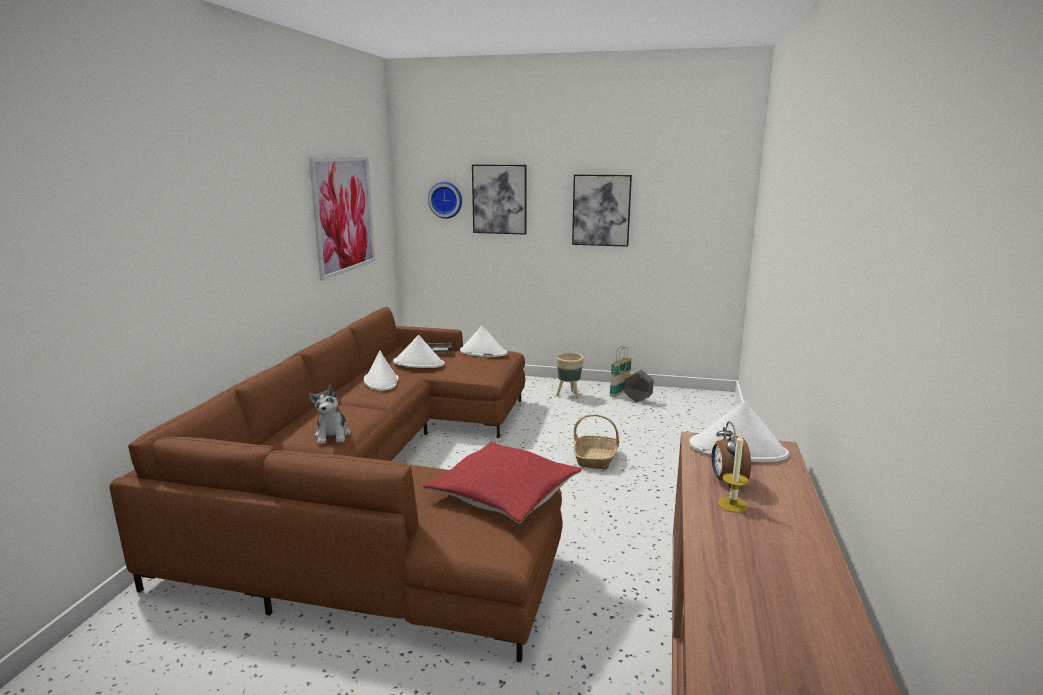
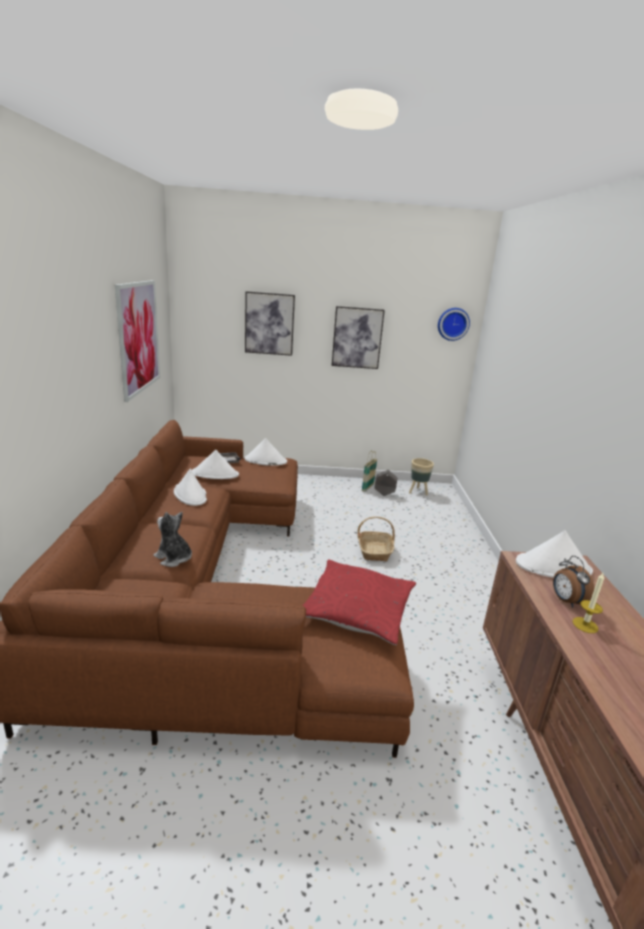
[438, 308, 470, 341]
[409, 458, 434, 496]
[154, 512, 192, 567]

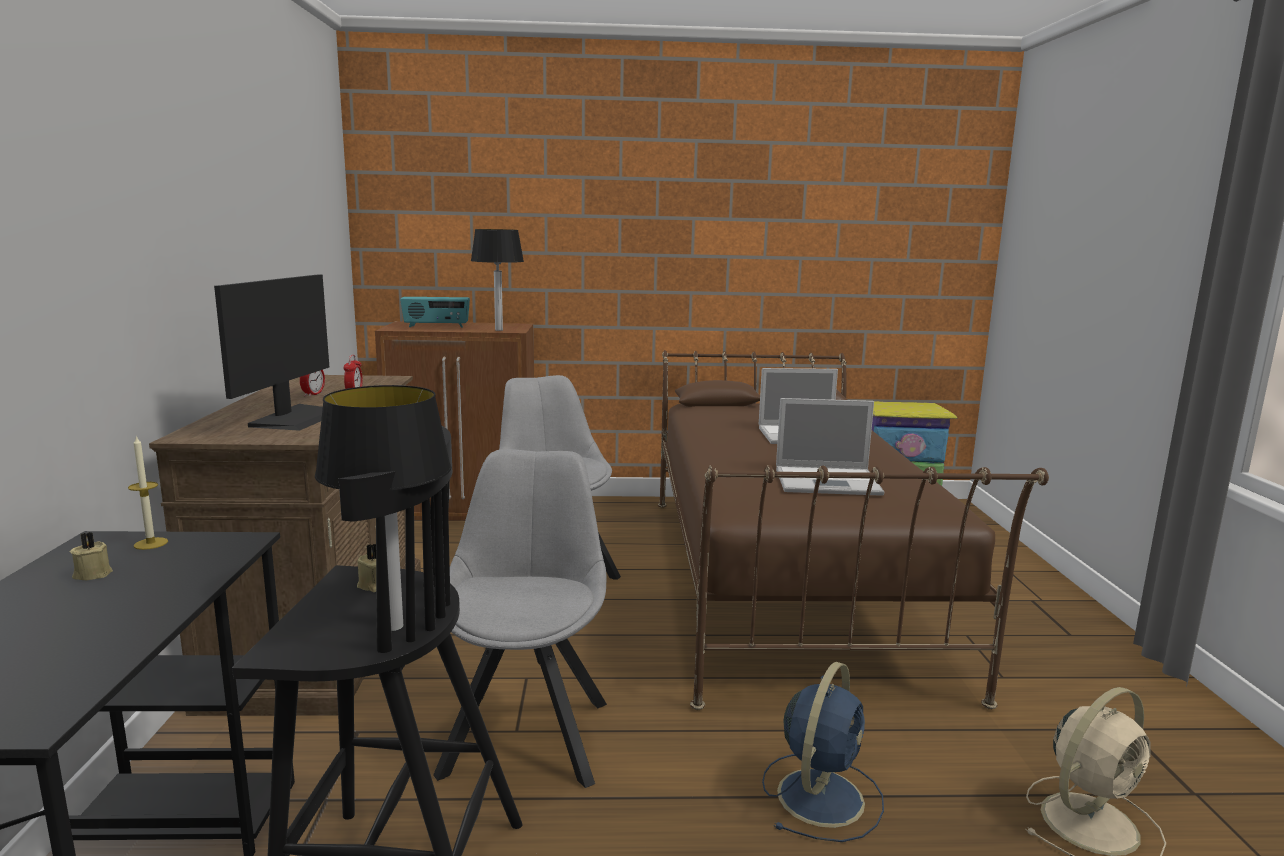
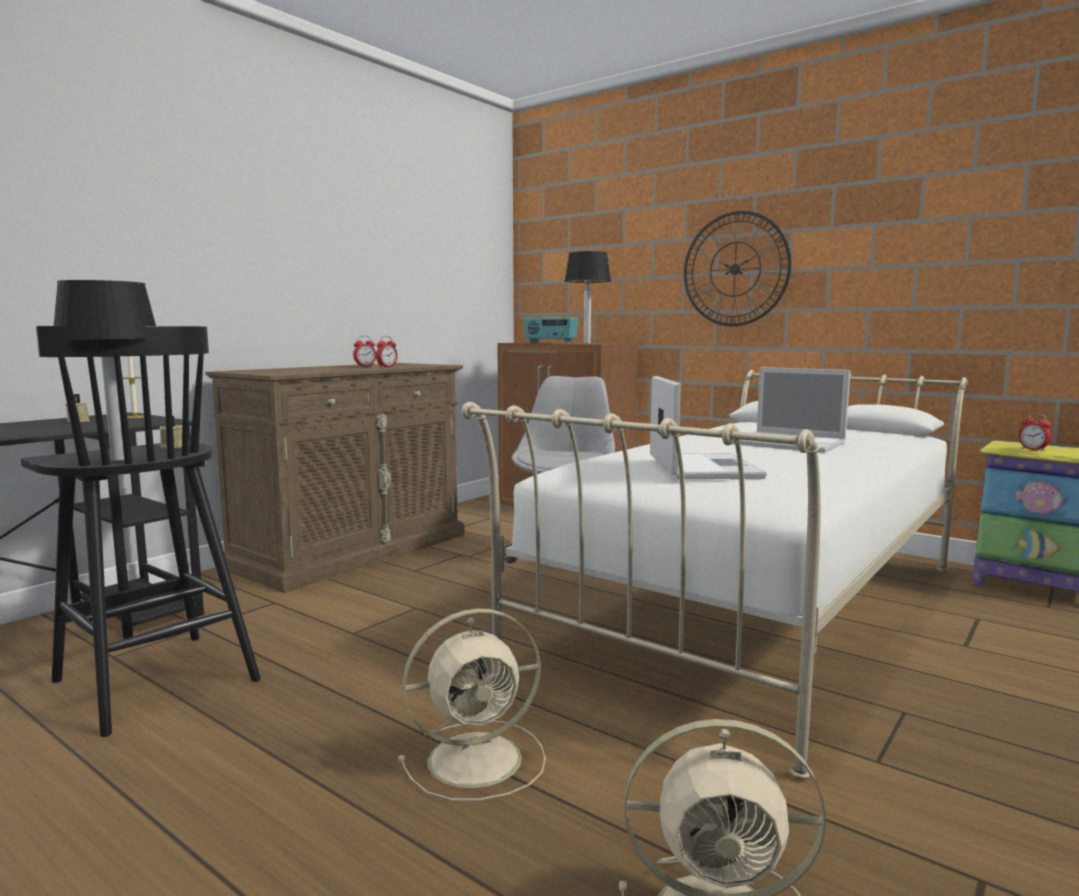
[214, 274, 329, 431] (first image)
[433, 449, 607, 788] (first image)
[684, 211, 791, 326]
[1019, 413, 1051, 451]
[462, 370, 968, 780]
[398, 608, 546, 801]
[650, 376, 767, 479]

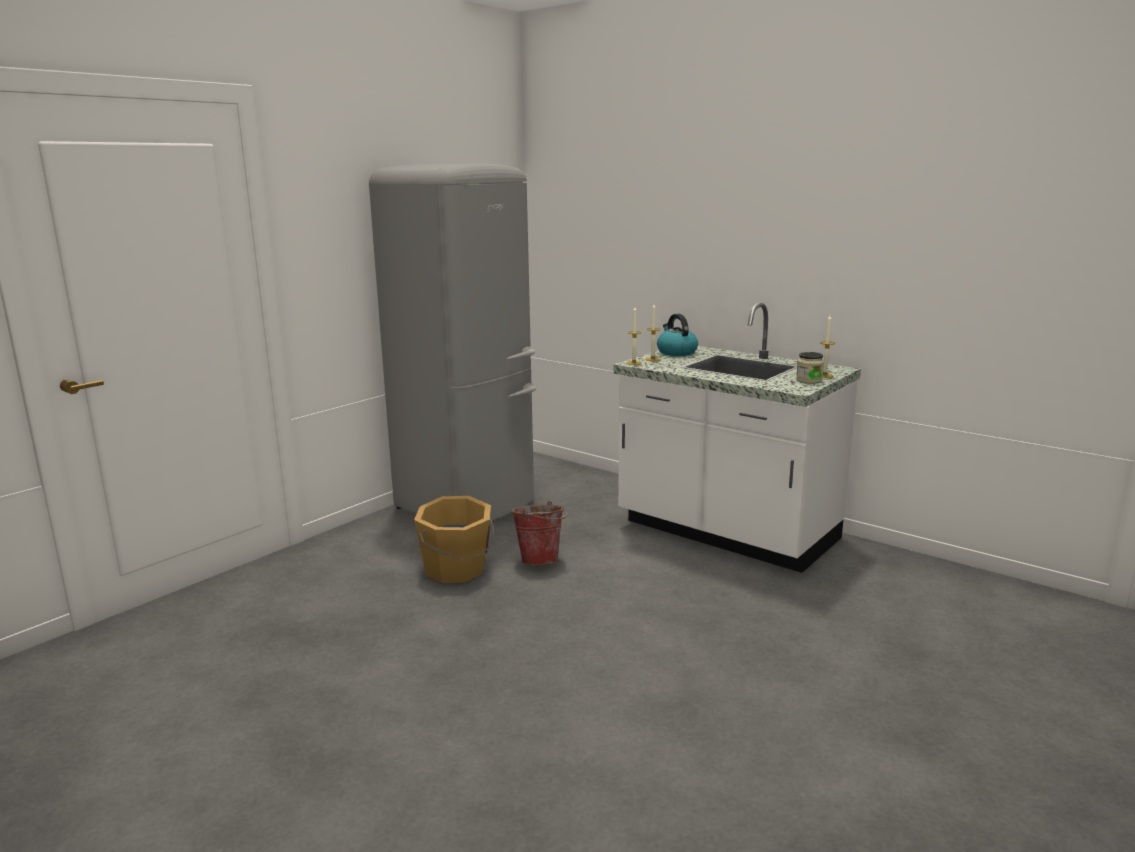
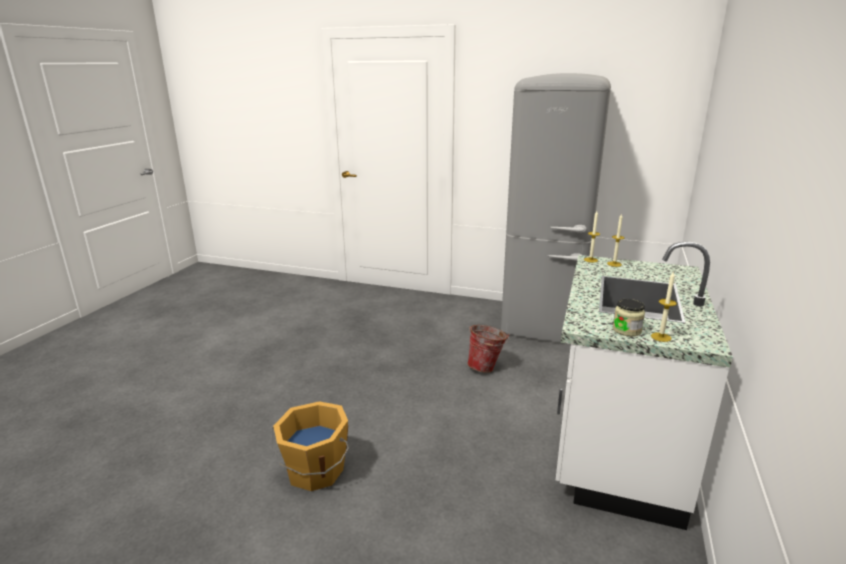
[657, 314, 698, 356] (first image)
[272, 401, 349, 491]

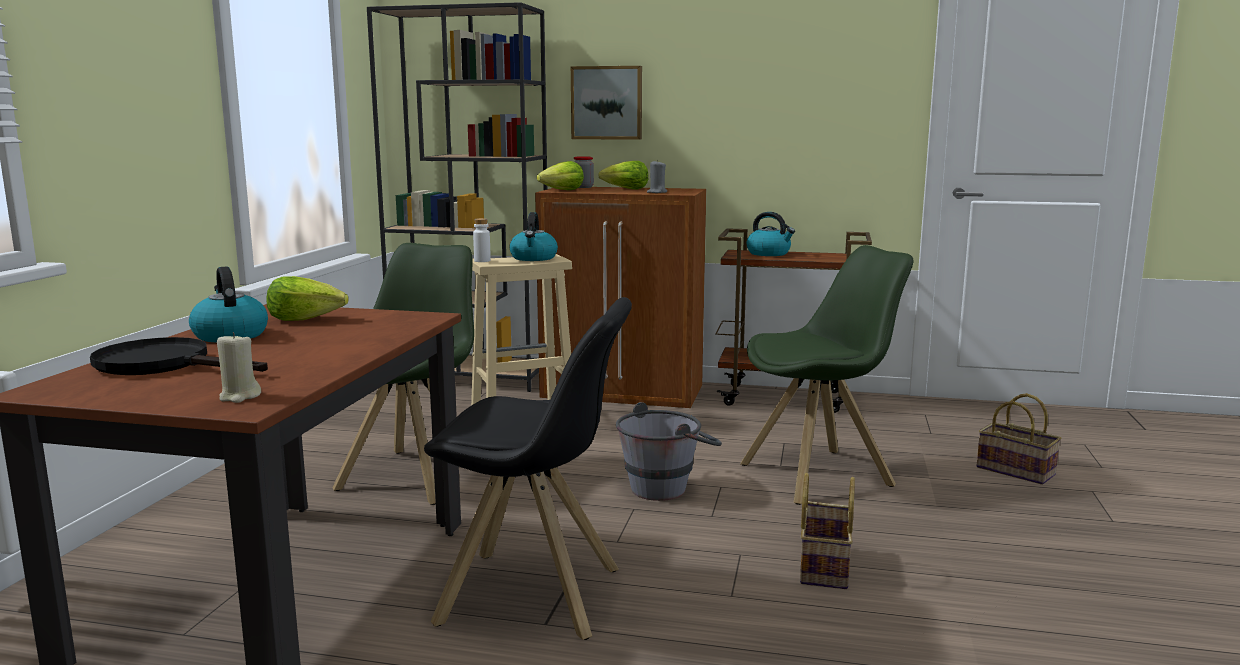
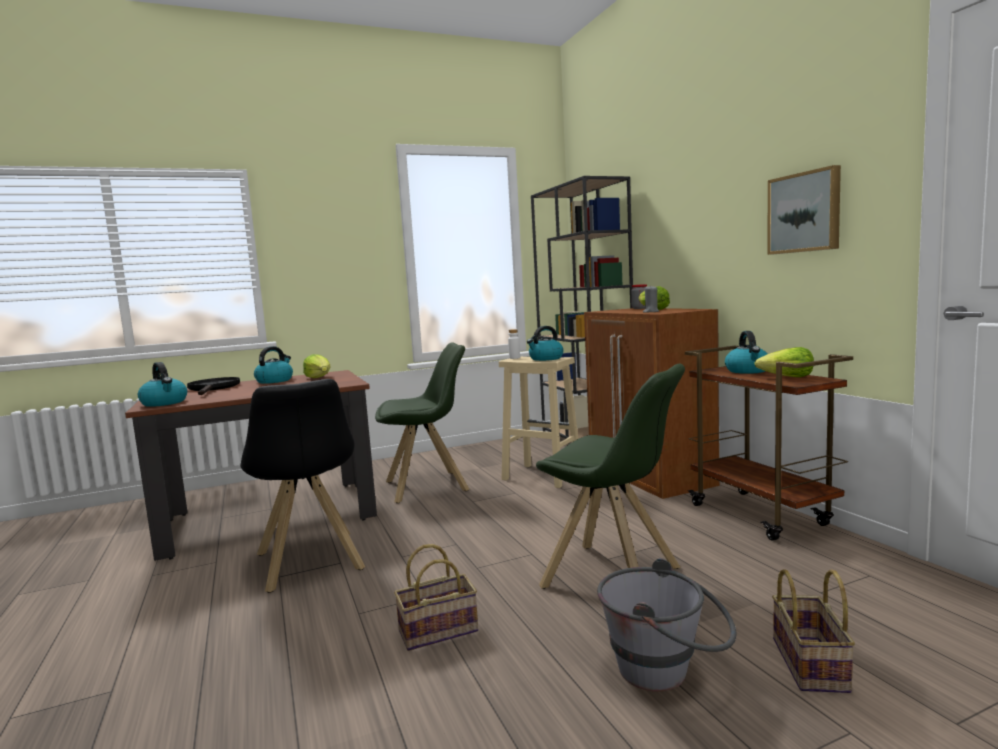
[754, 347, 814, 377]
[767, 165, 841, 255]
[597, 558, 737, 691]
[138, 362, 187, 407]

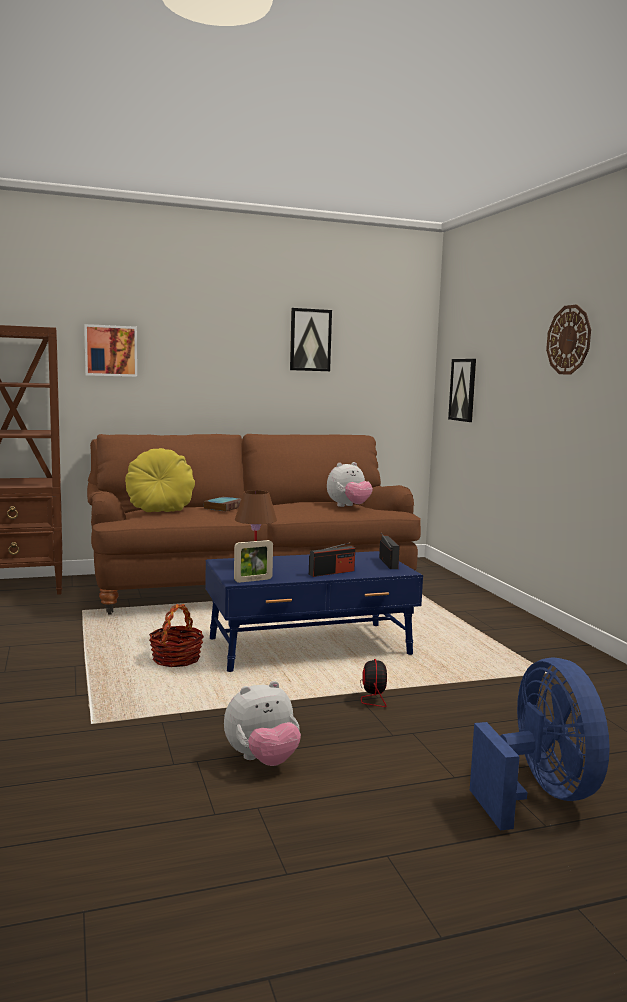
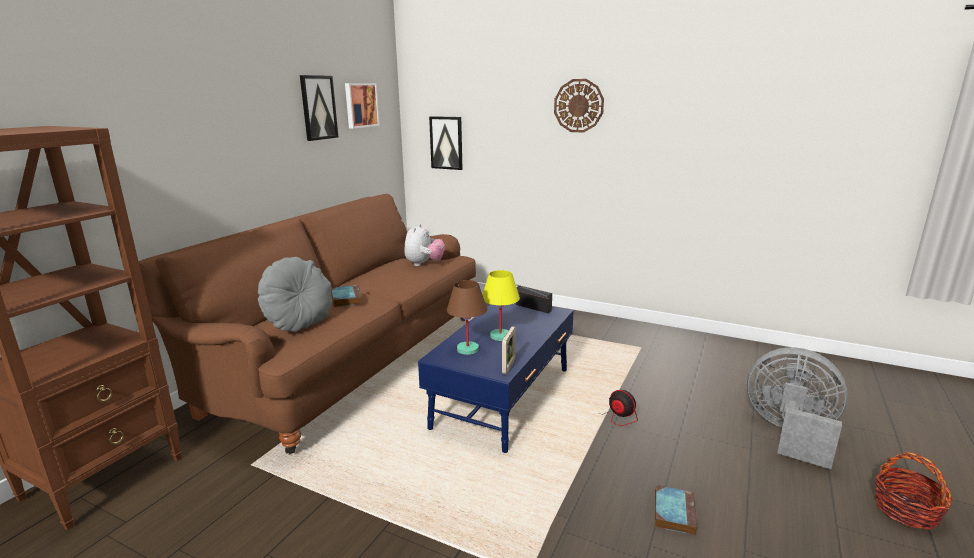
[309, 542, 355, 577] (first image)
[482, 270, 520, 341]
[345, 83, 380, 129]
[875, 452, 953, 530]
[655, 485, 697, 536]
[258, 257, 332, 332]
[747, 347, 848, 469]

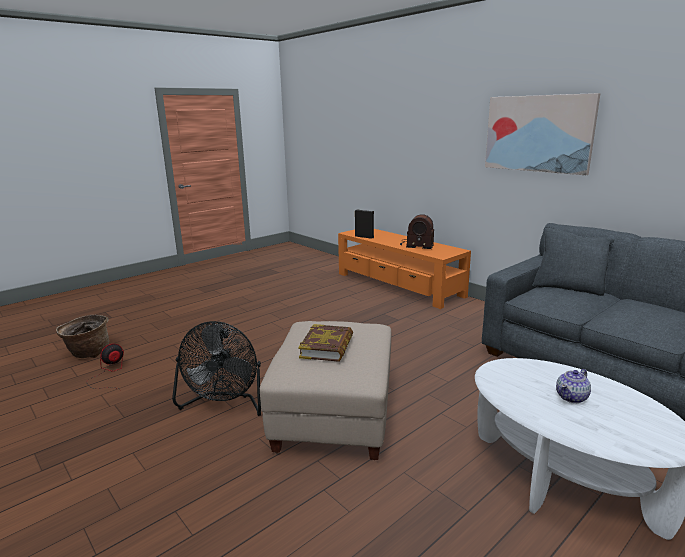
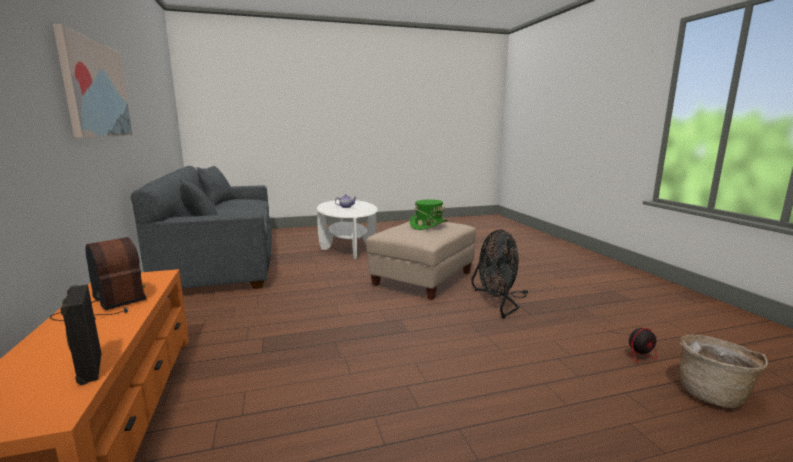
[410, 199, 448, 230]
[471, 229, 528, 318]

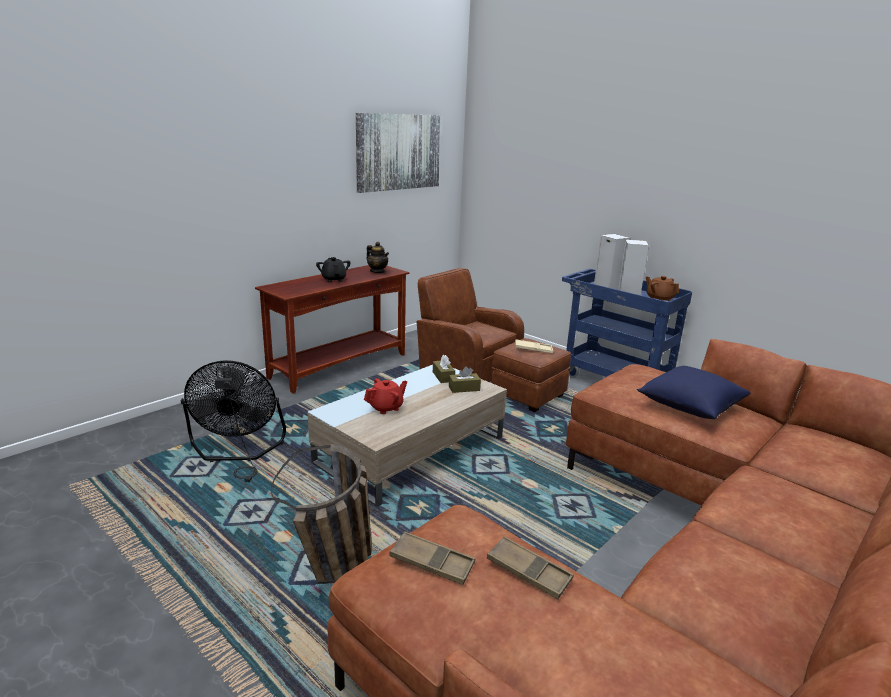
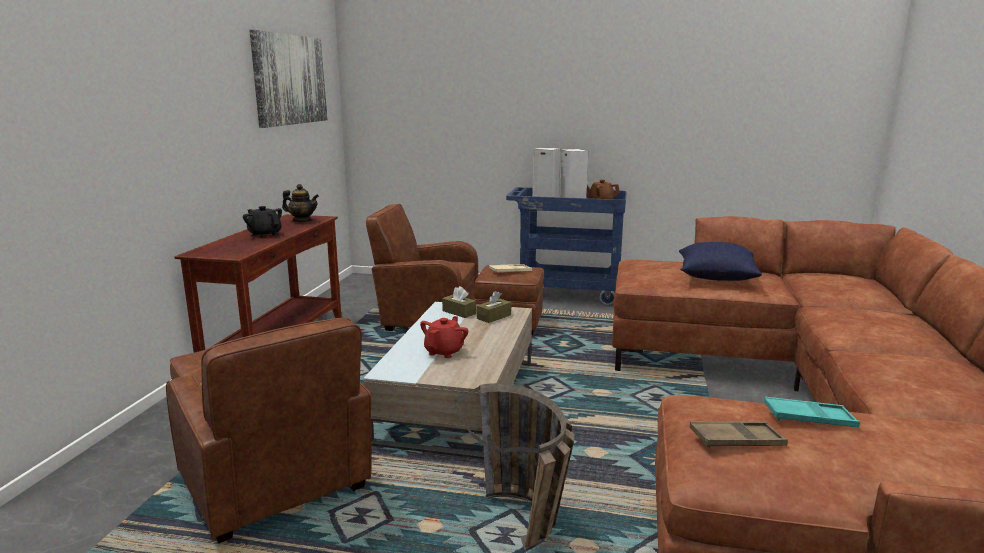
[166, 318, 371, 543]
[764, 397, 860, 427]

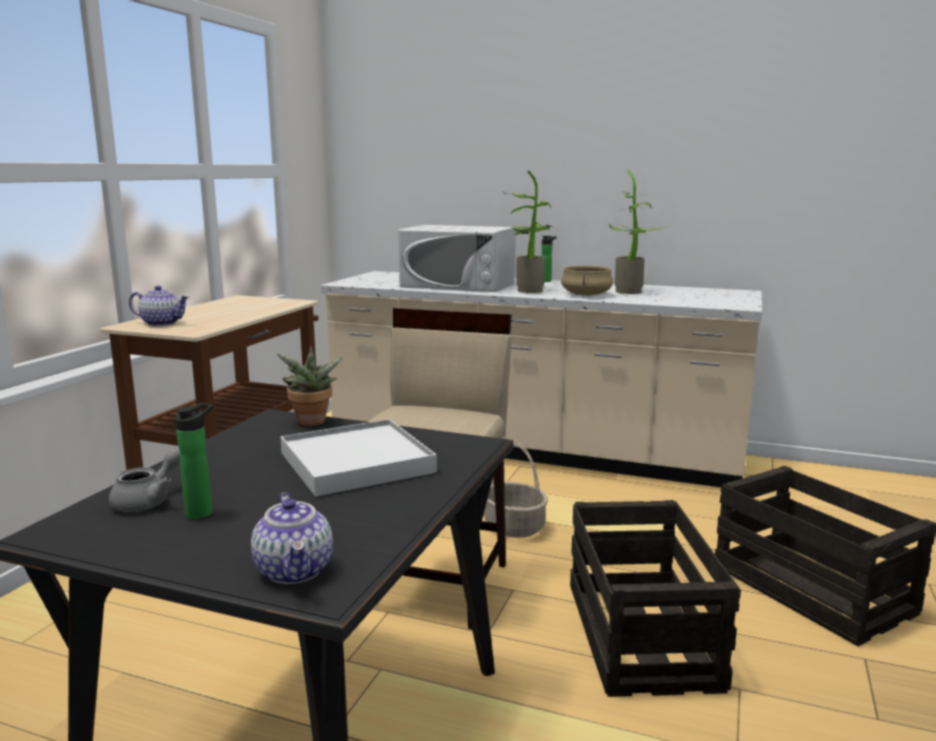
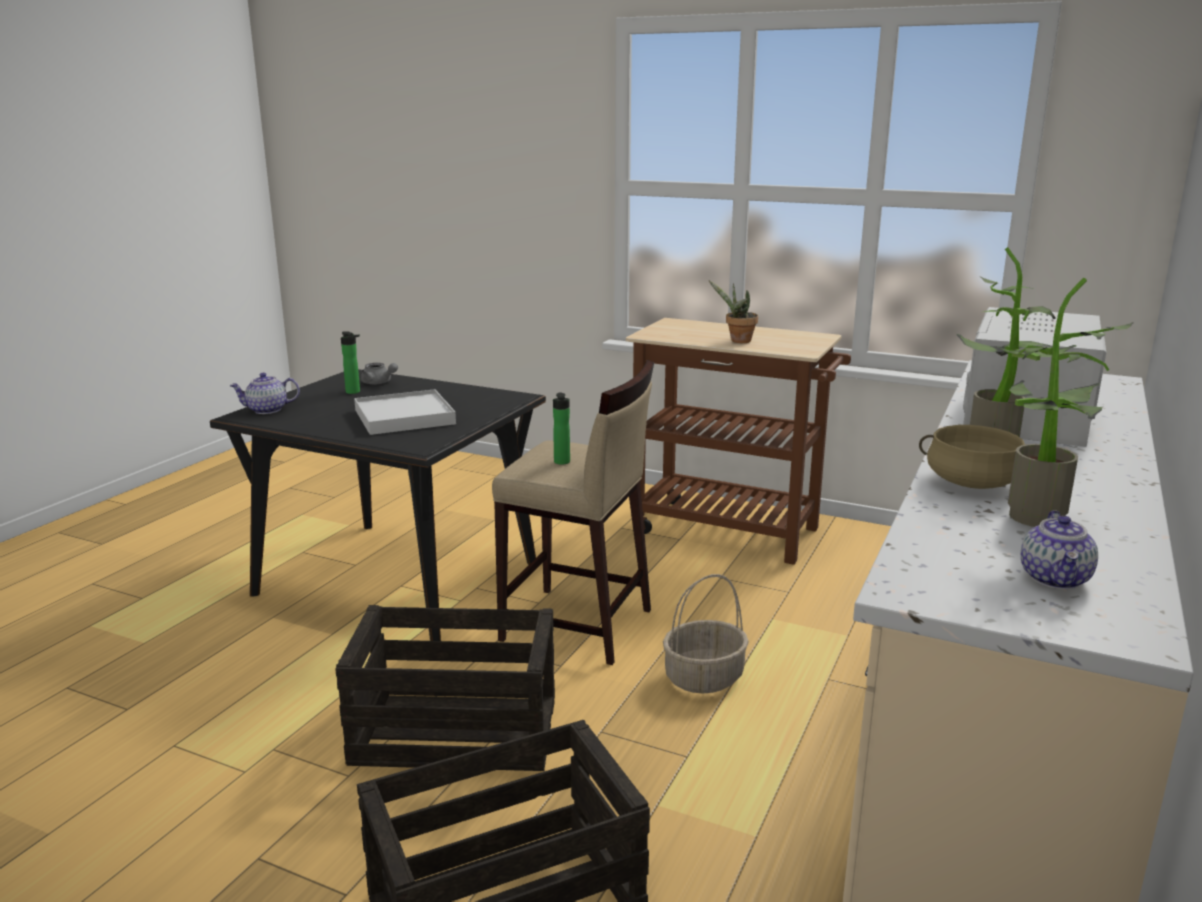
[1021, 510, 1098, 589]
[709, 281, 758, 343]
[553, 392, 570, 465]

